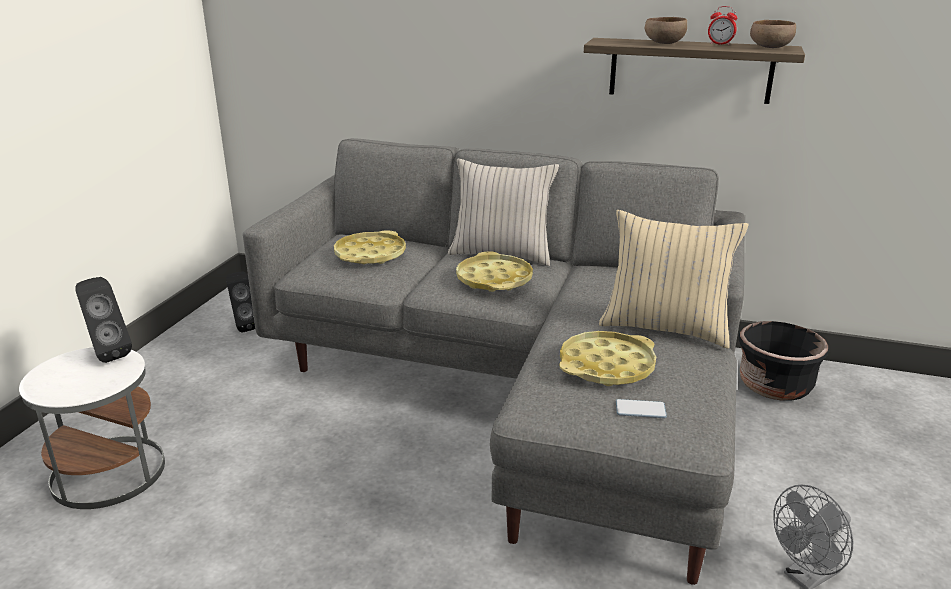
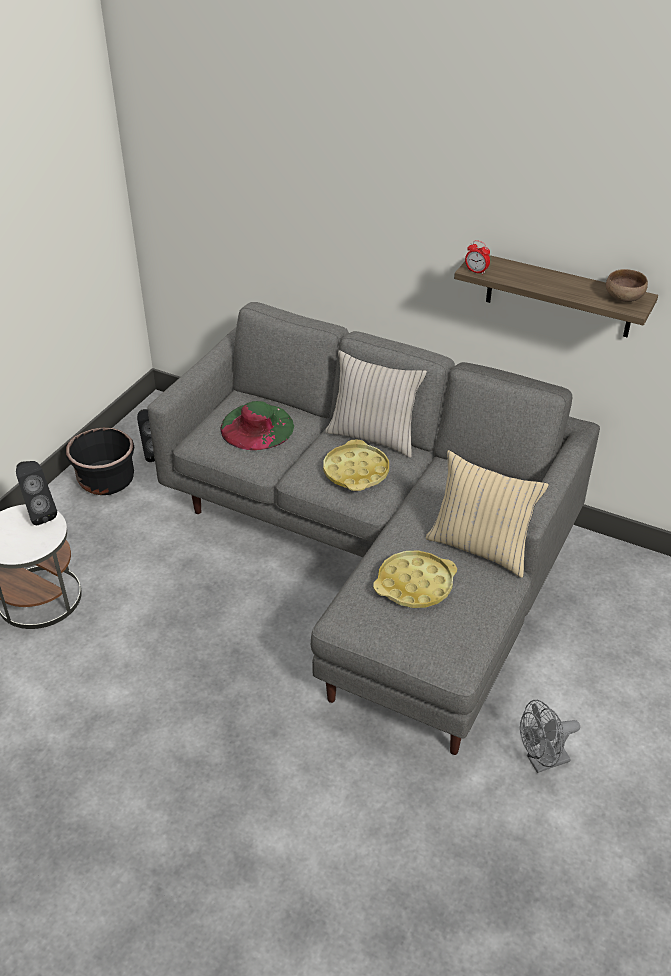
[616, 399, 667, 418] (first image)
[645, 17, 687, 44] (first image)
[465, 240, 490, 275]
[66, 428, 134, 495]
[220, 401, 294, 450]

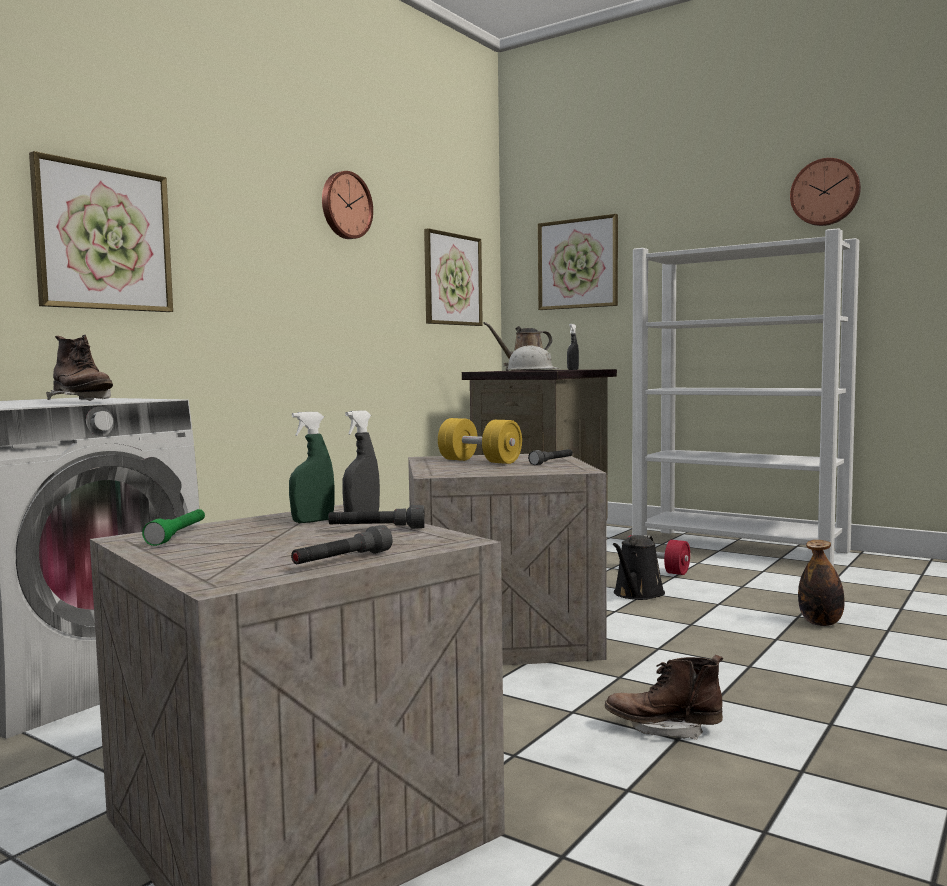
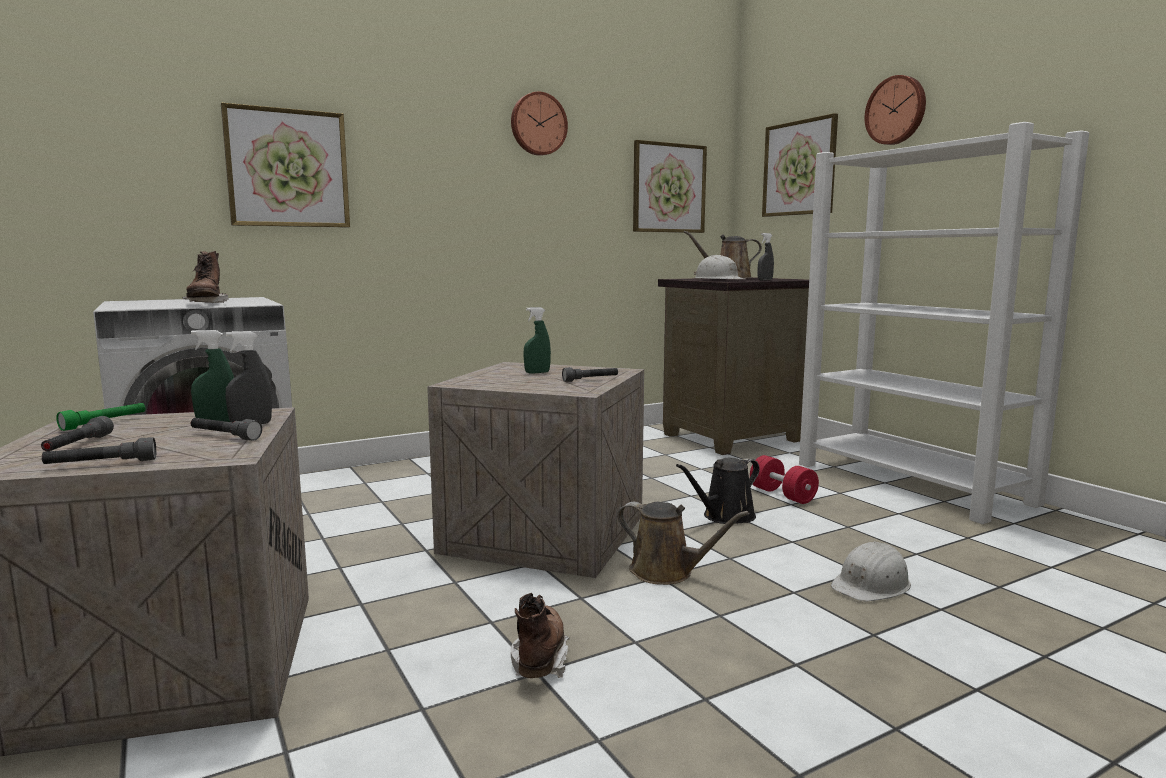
[41, 416, 114, 452]
[617, 502, 749, 585]
[865, 75, 926, 145]
[524, 307, 551, 373]
[831, 541, 911, 602]
[511, 593, 570, 678]

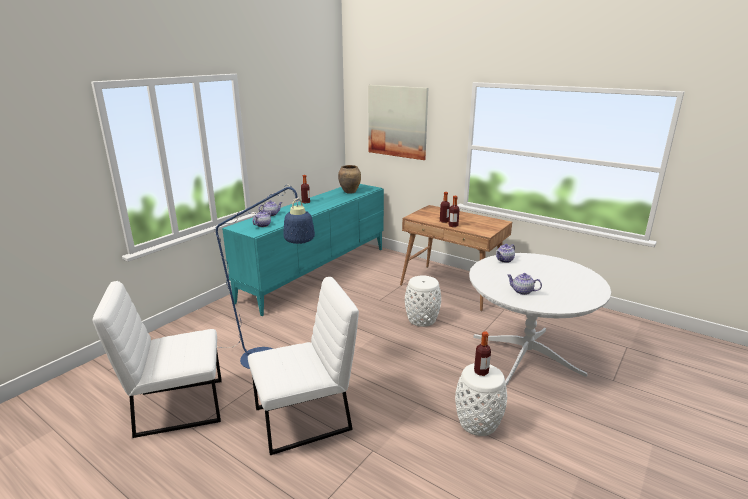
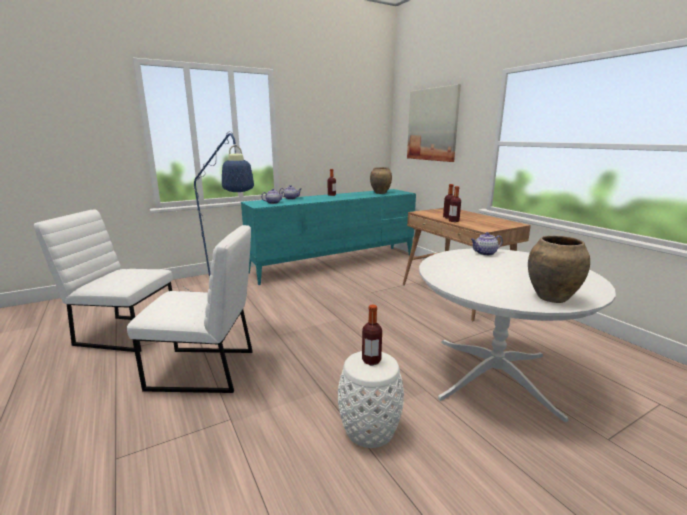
[405, 275, 441, 327] (first image)
[507, 273, 542, 295] (first image)
[528, 235, 590, 303]

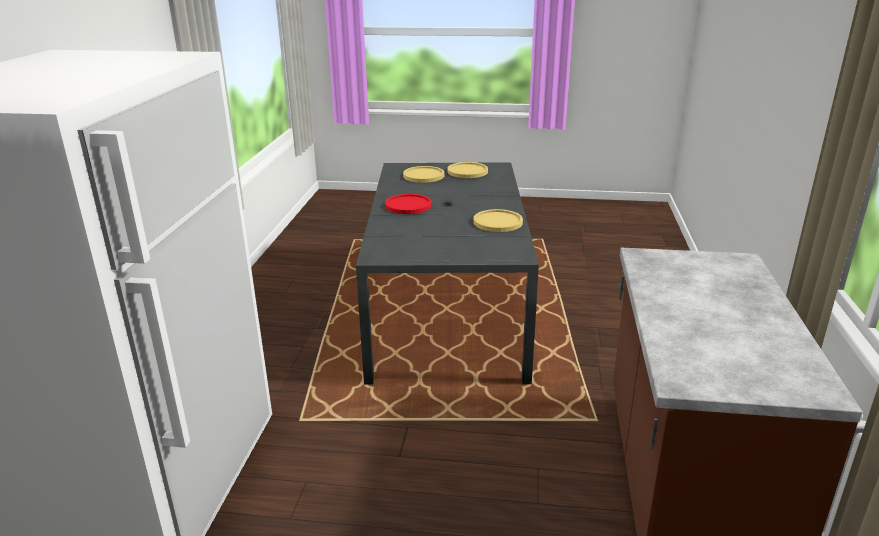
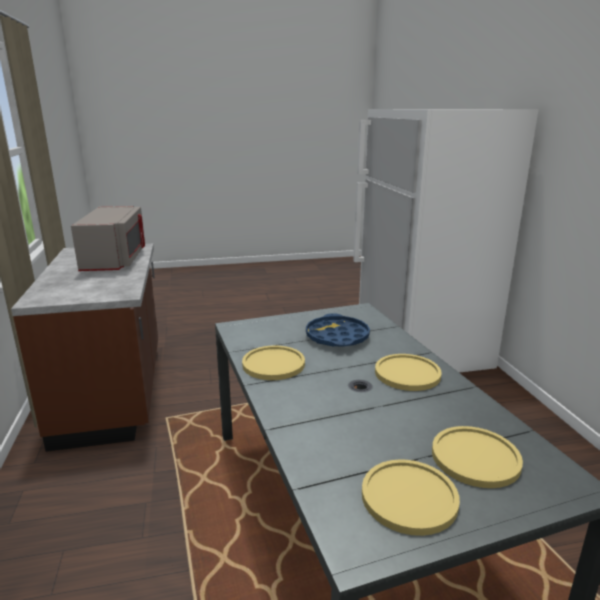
[71, 206, 145, 271]
[306, 313, 370, 347]
[375, 354, 442, 391]

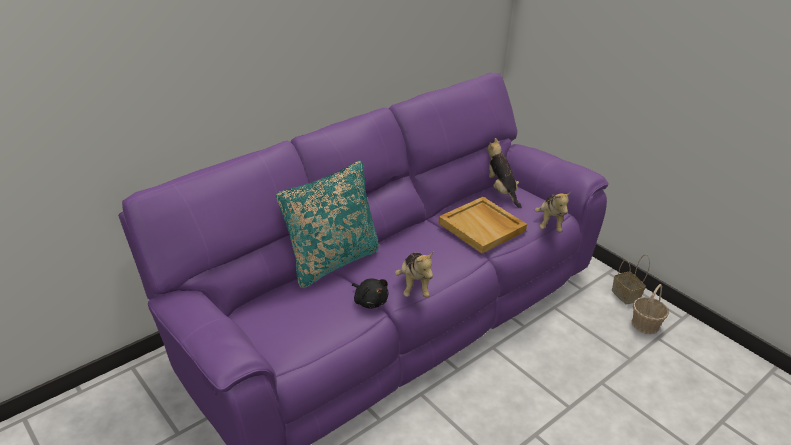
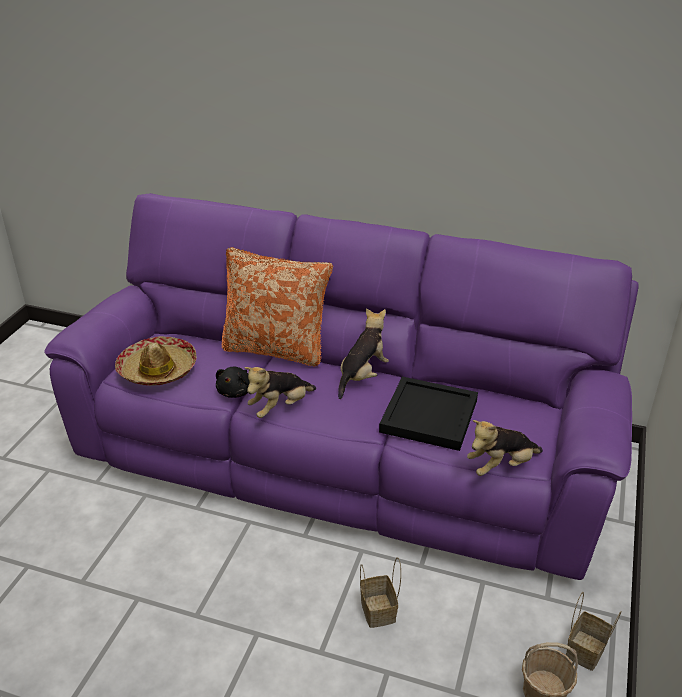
[115, 336, 196, 386]
[360, 557, 401, 628]
[338, 308, 389, 399]
[222, 247, 334, 367]
[379, 377, 478, 451]

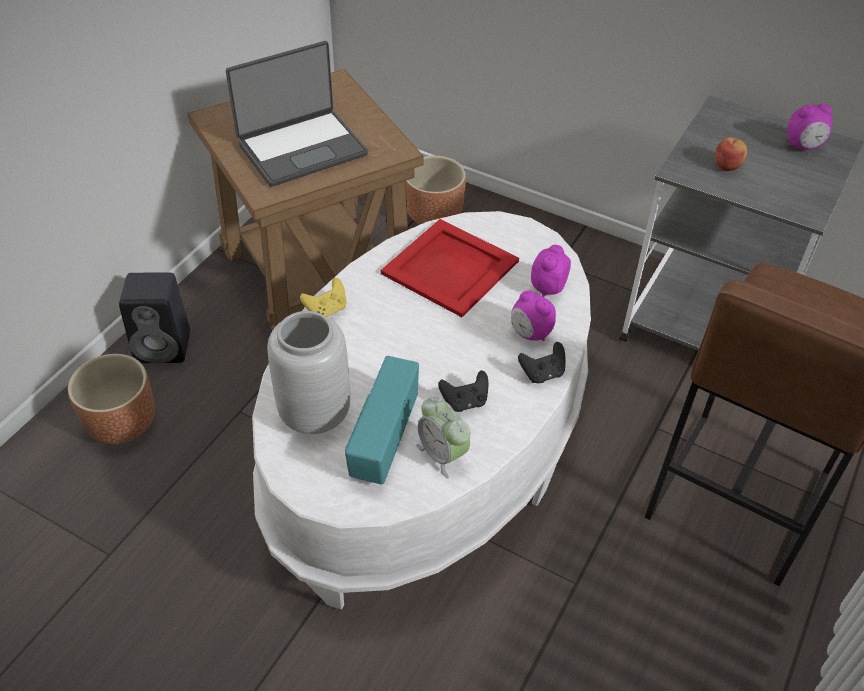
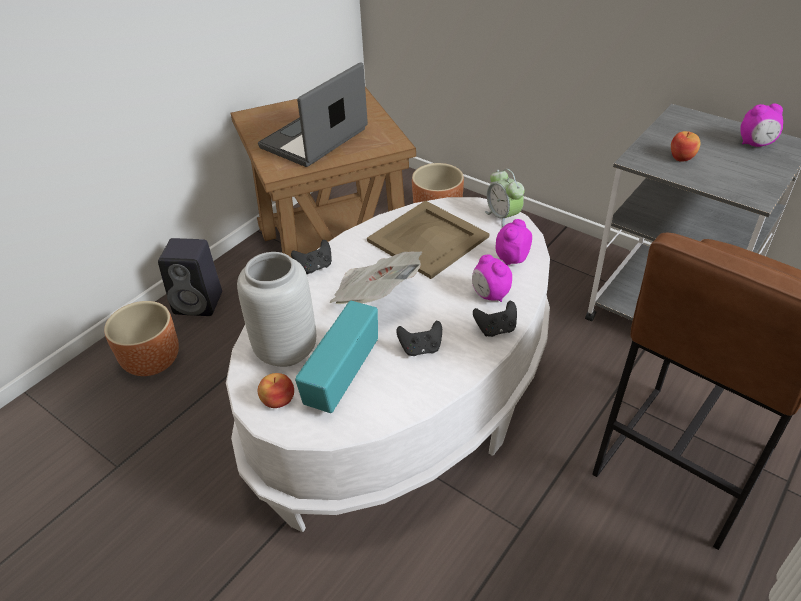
[258, 373, 294, 408]
[329, 251, 422, 304]
[485, 169, 525, 228]
[291, 240, 332, 274]
[367, 200, 489, 279]
[258, 62, 368, 167]

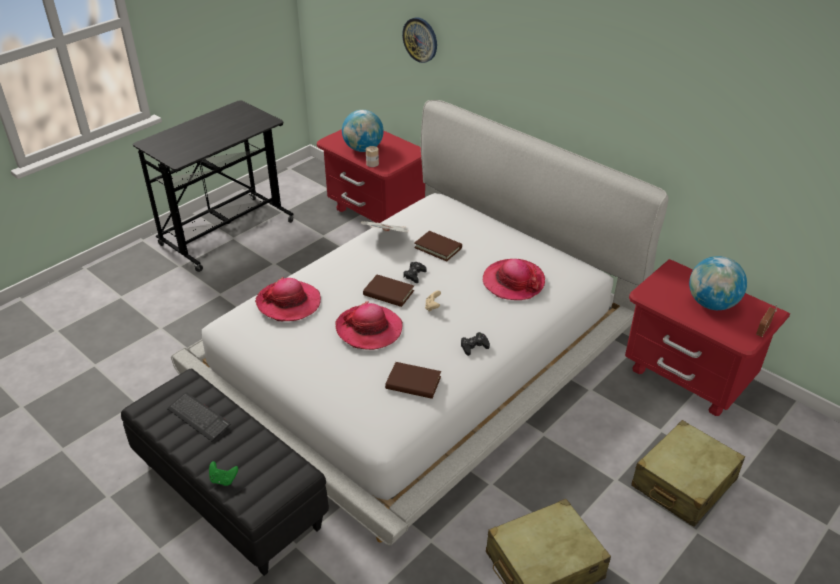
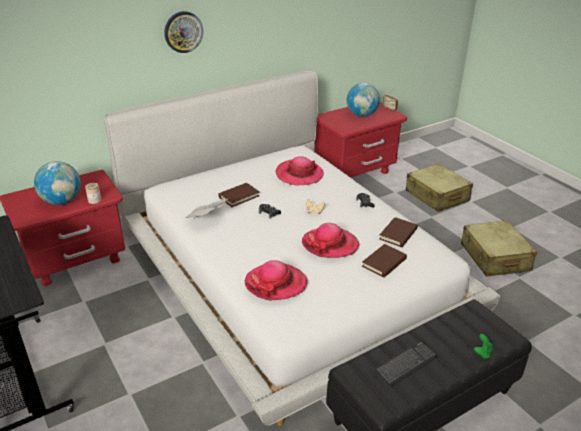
[362, 244, 407, 278]
[164, 11, 203, 53]

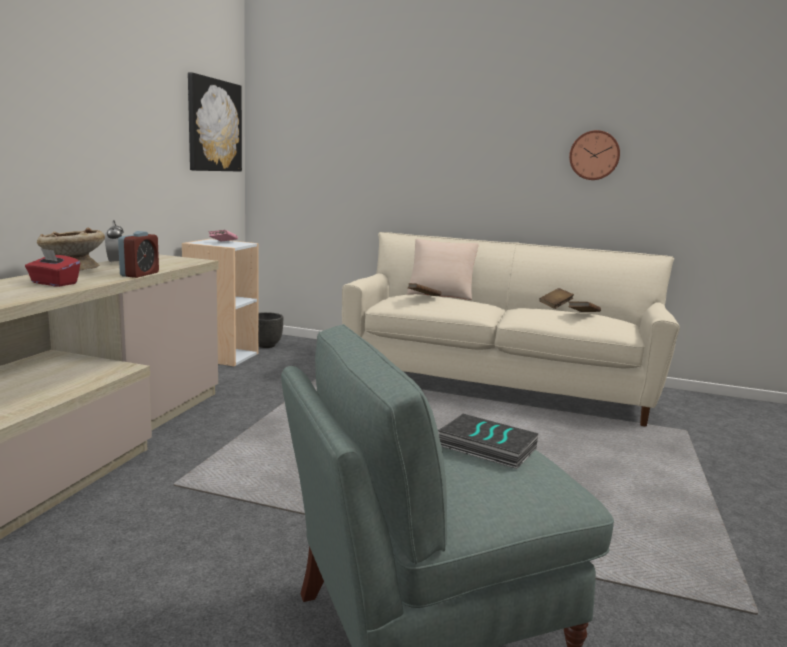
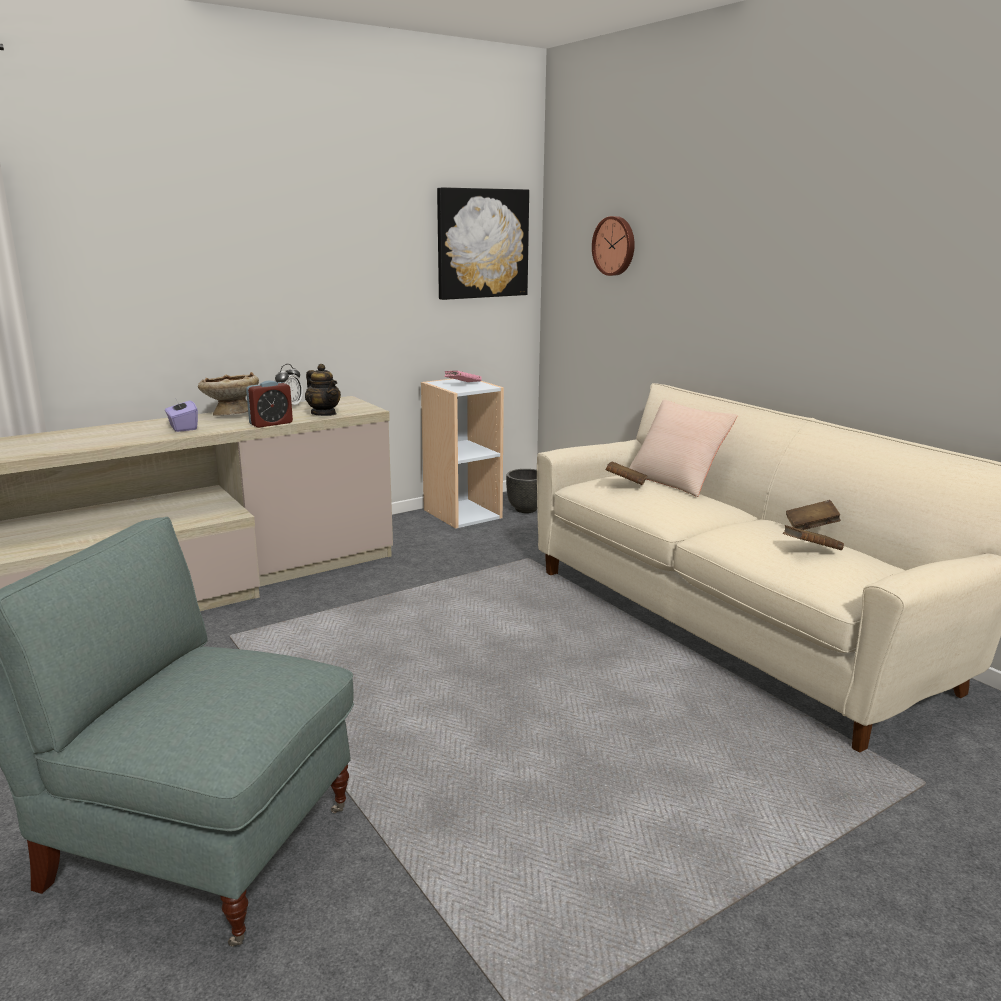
[438, 414, 538, 469] (first image)
[305, 364, 341, 416]
[592, 216, 635, 276]
[165, 398, 198, 432]

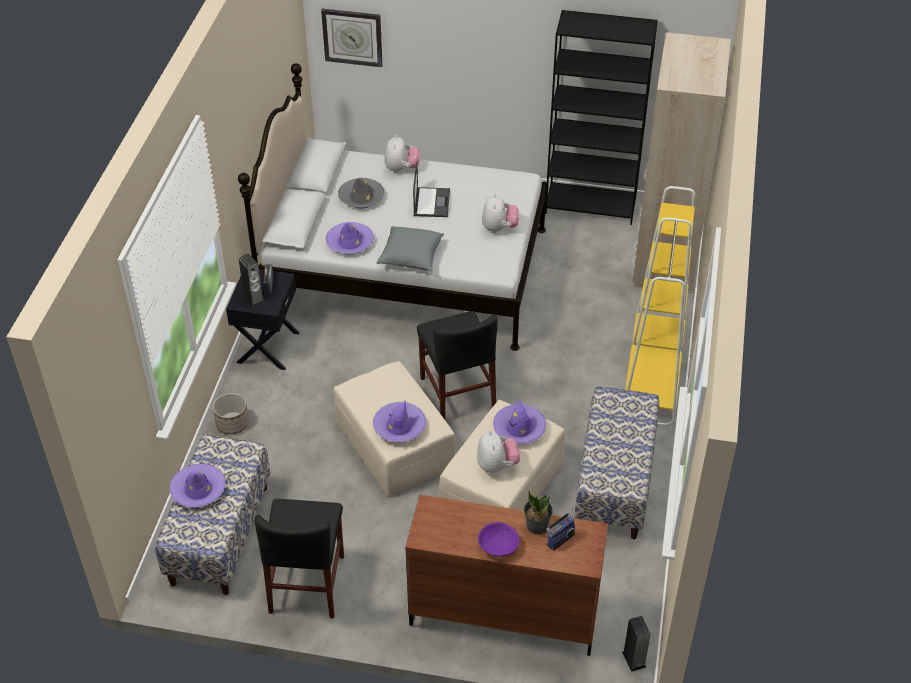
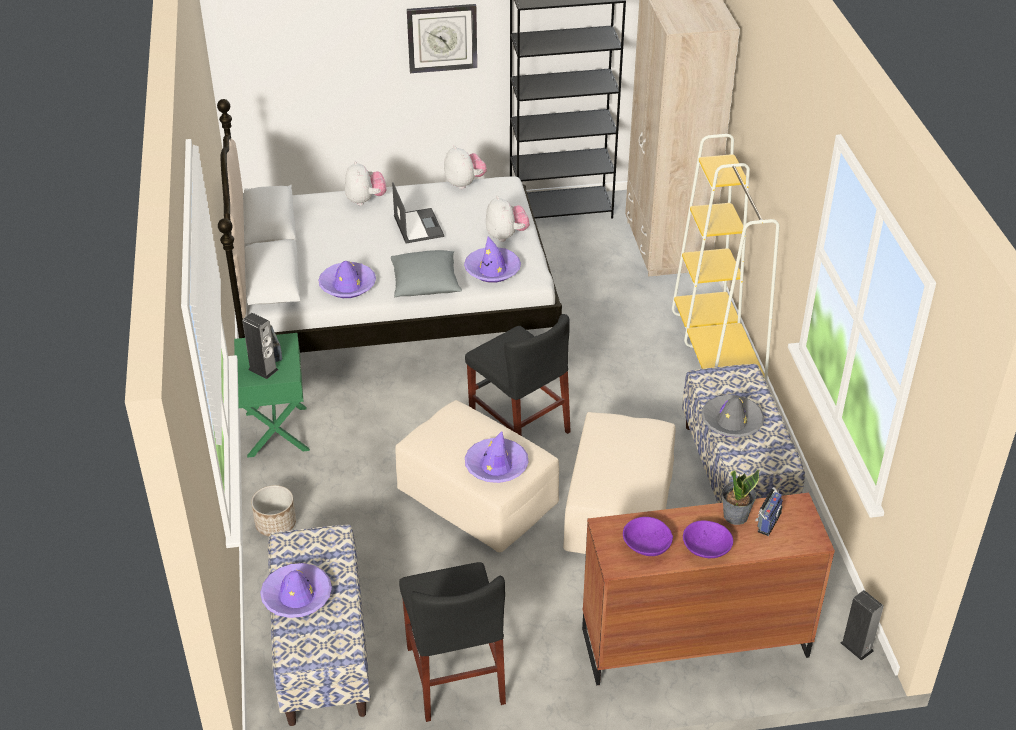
[623, 517, 673, 556]
[407, 4, 477, 73]
[702, 395, 764, 437]
[444, 145, 487, 189]
[464, 237, 521, 283]
[234, 333, 310, 458]

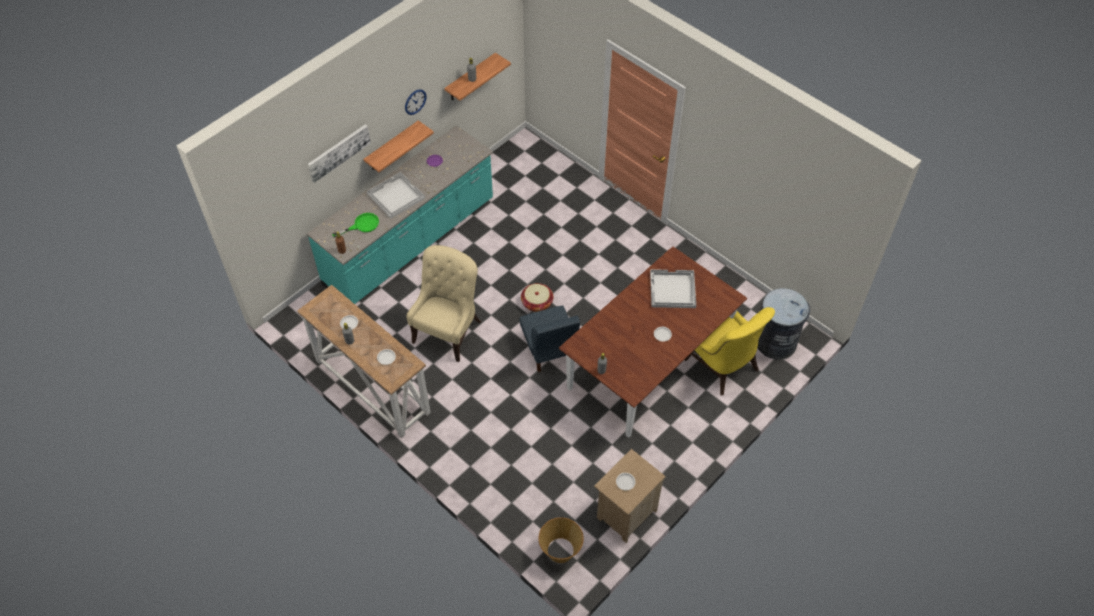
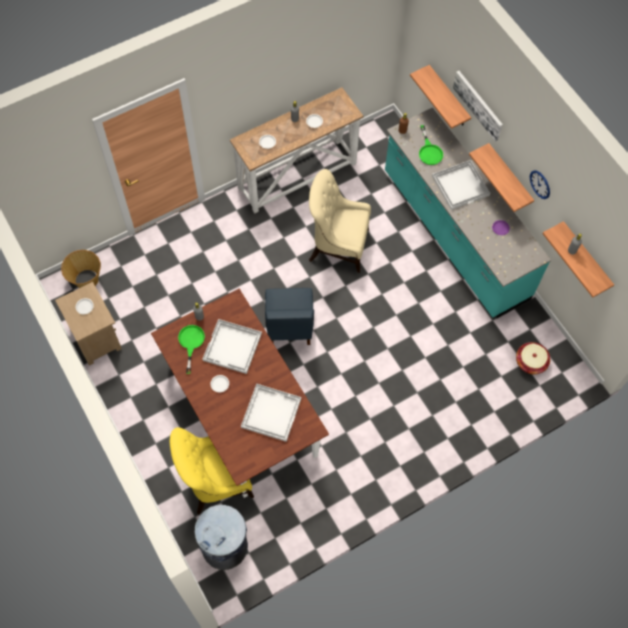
[178, 325, 205, 374]
[203, 319, 262, 374]
[410, 65, 471, 129]
[516, 342, 550, 374]
[309, 169, 371, 273]
[265, 288, 314, 345]

